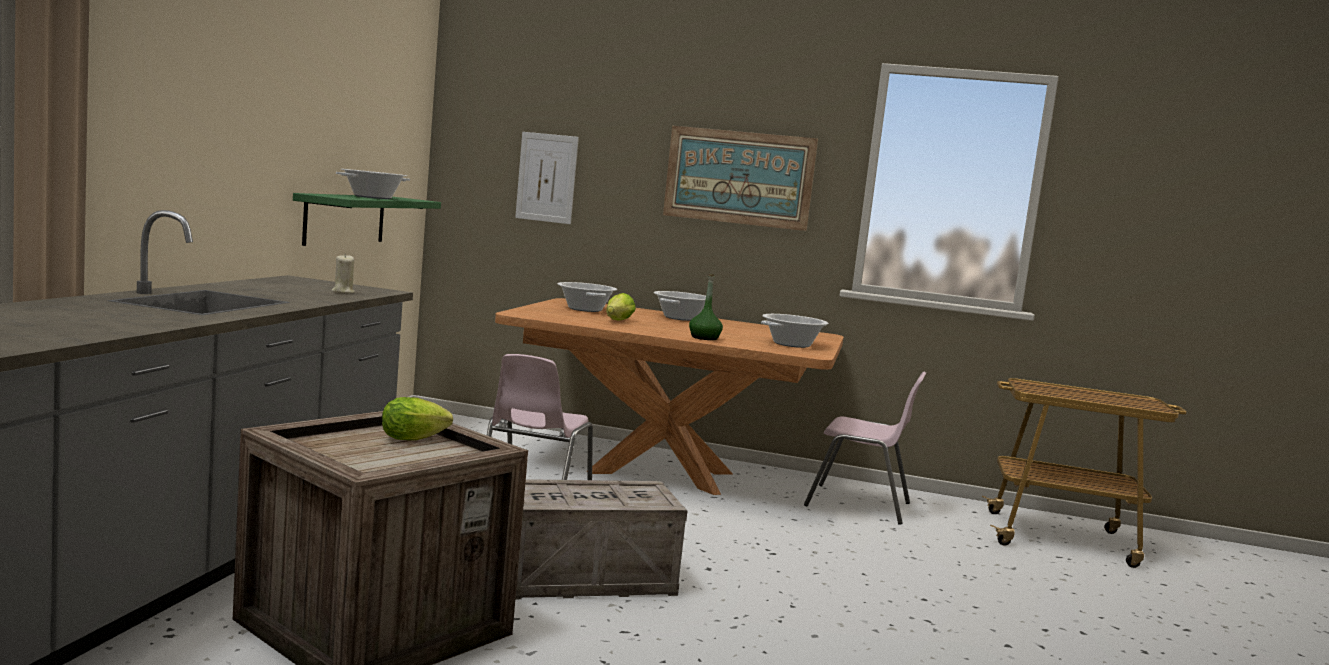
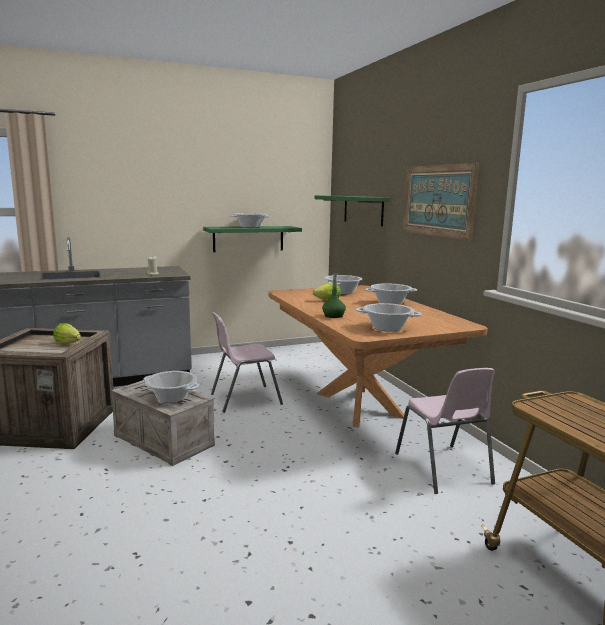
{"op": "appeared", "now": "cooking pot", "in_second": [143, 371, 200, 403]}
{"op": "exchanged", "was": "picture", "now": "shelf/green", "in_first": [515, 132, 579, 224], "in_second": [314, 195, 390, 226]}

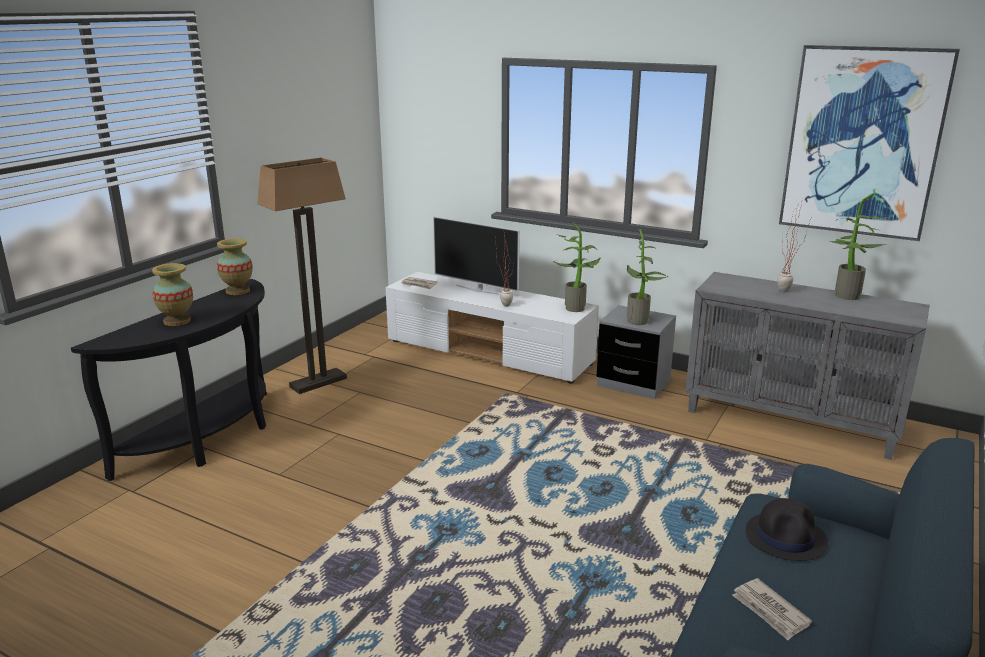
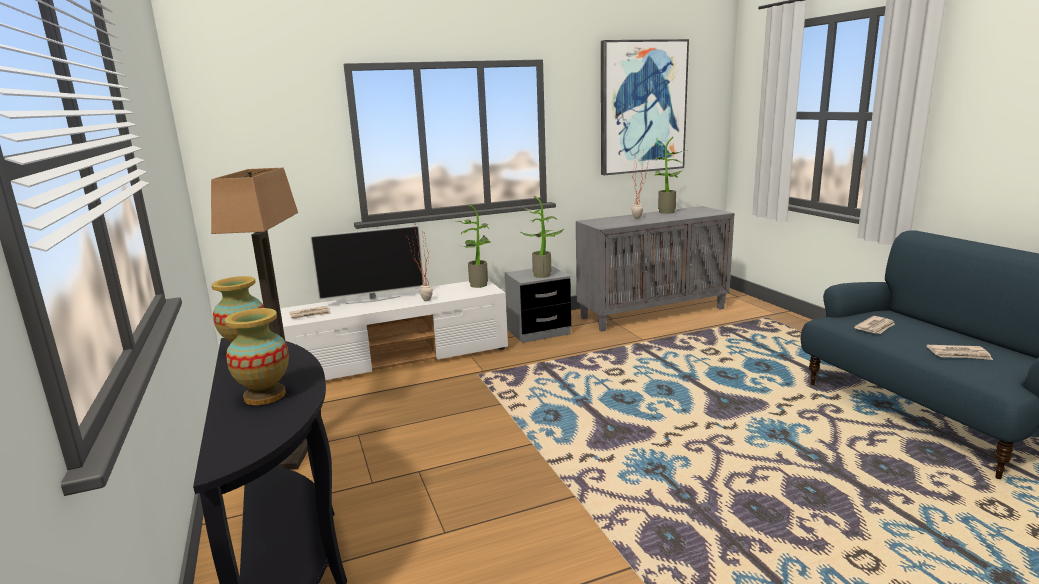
{"op": "exchanged", "was": "hat/black", "now": "newspaper", "in_first": [746, 498, 828, 561], "in_second": [854, 316, 895, 334]}

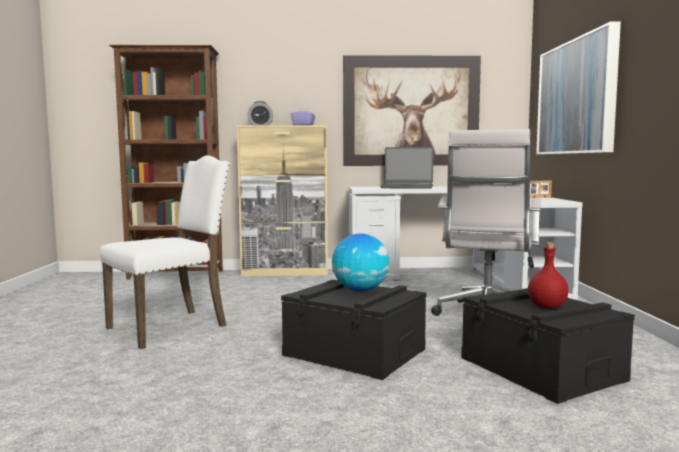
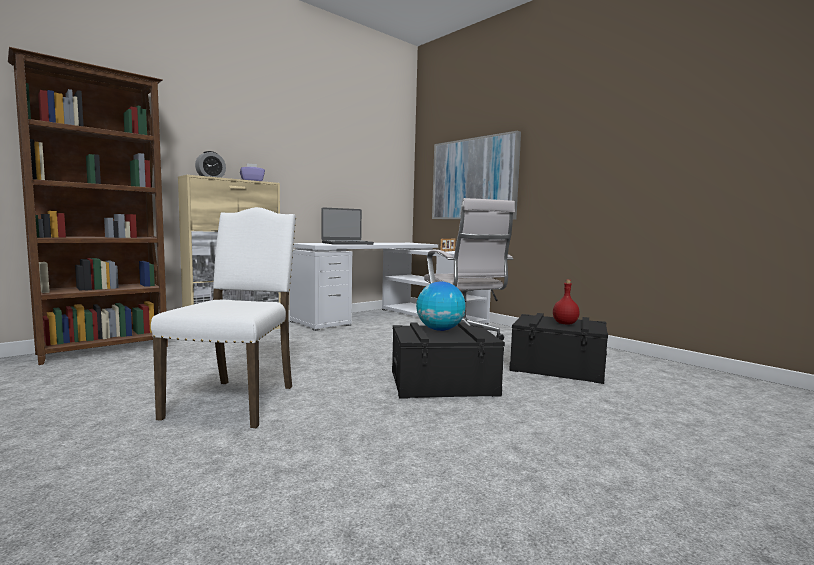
{"op": "missing", "was": "picture", "in_first": [343, 55, 481, 166]}

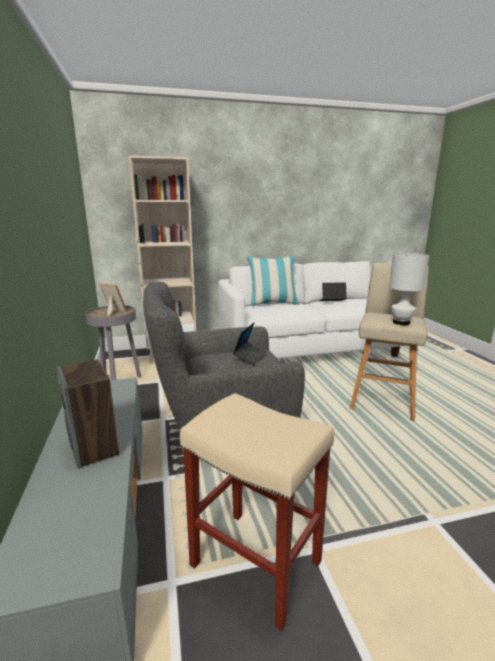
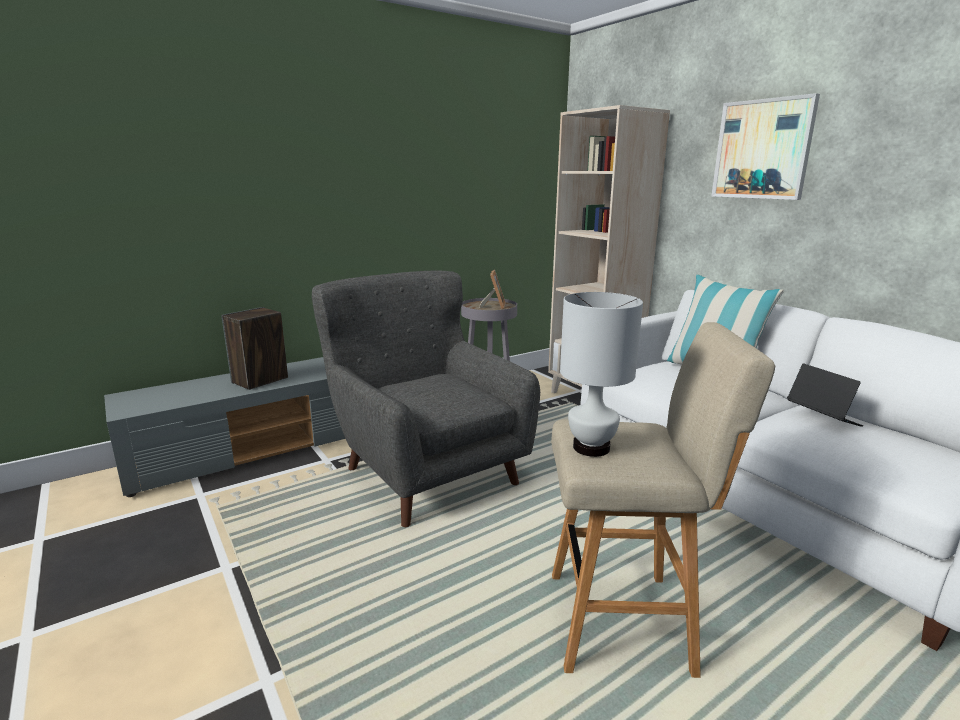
{"op": "appeared", "now": "picture", "in_second": [711, 93, 820, 200]}
{"op": "missing", "was": "stool/beige", "in_first": [180, 393, 334, 631]}
{"op": "missing", "was": "laptop", "in_first": [233, 322, 267, 365]}

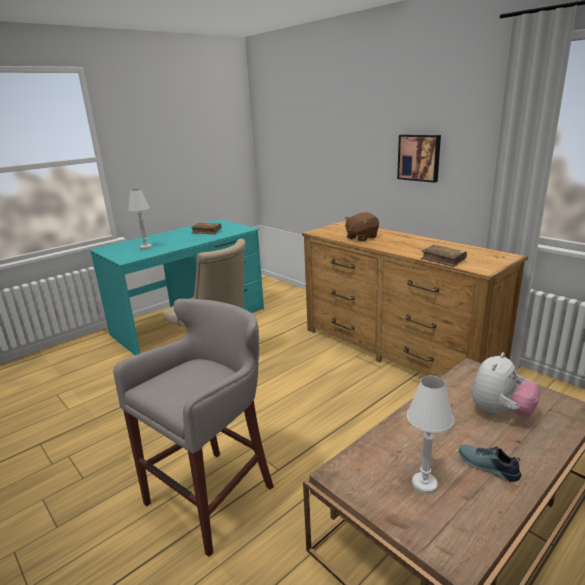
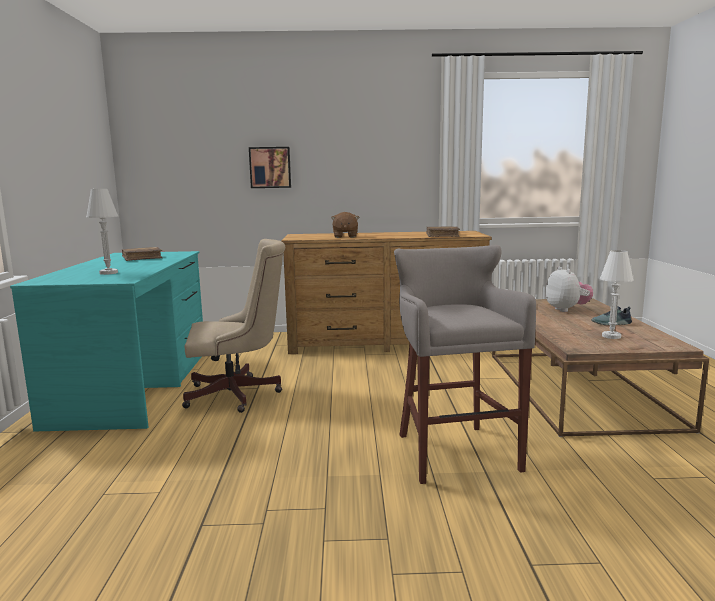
{"op": "relocated", "was": "picture", "in_first": [397, 135, 441, 183], "in_second": [249, 147, 291, 188]}

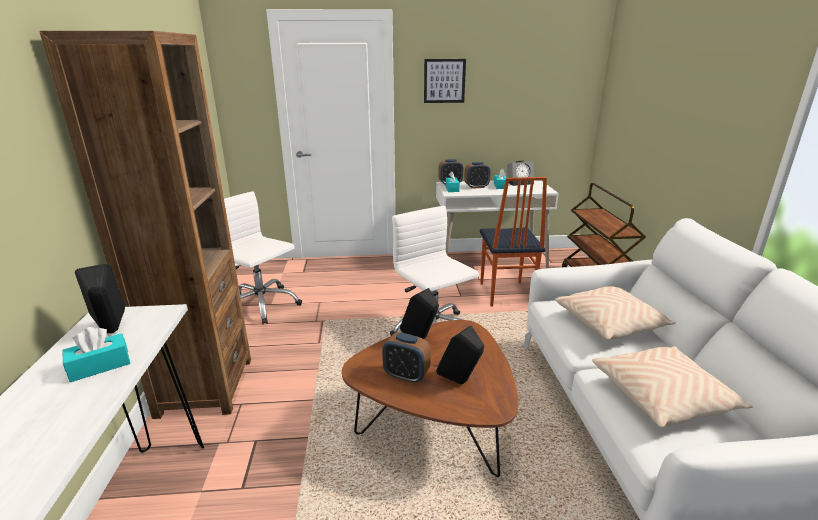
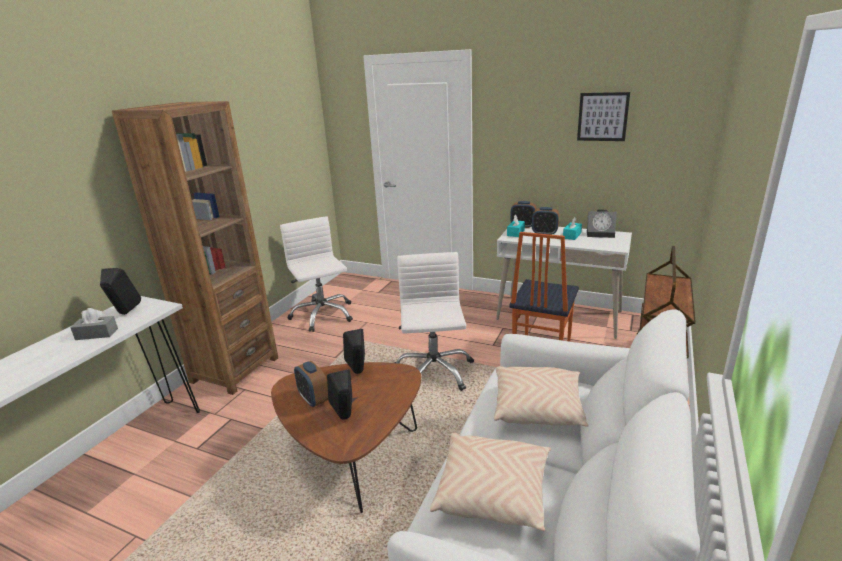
{"op": "colour", "was": "tissue box/turquoise", "now": "tissue box/grey", "in_first": [62, 327, 130, 382], "in_second": [70, 308, 118, 340]}
{"op": "relocated", "was": "picture", "in_first": [424, 59, 466, 103], "in_second": [577, 92, 630, 141]}

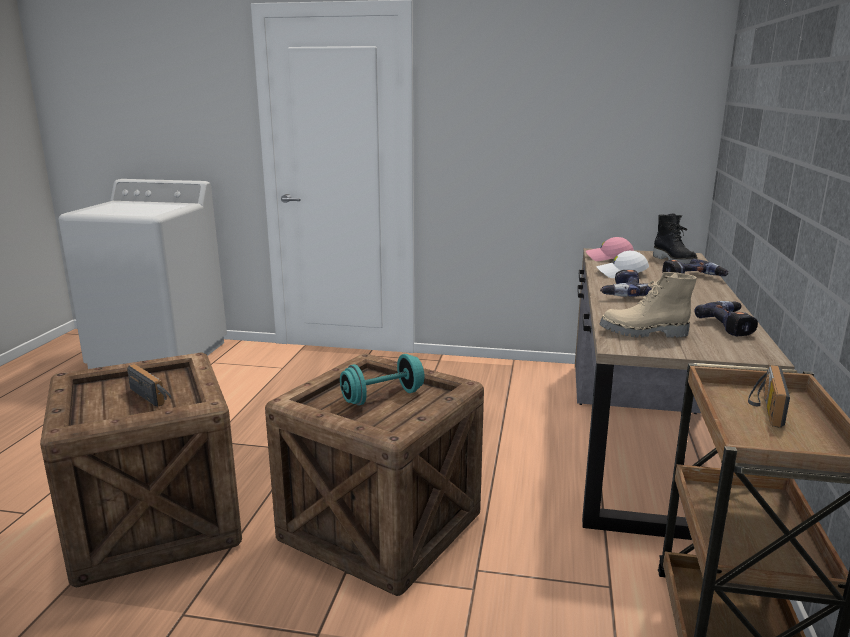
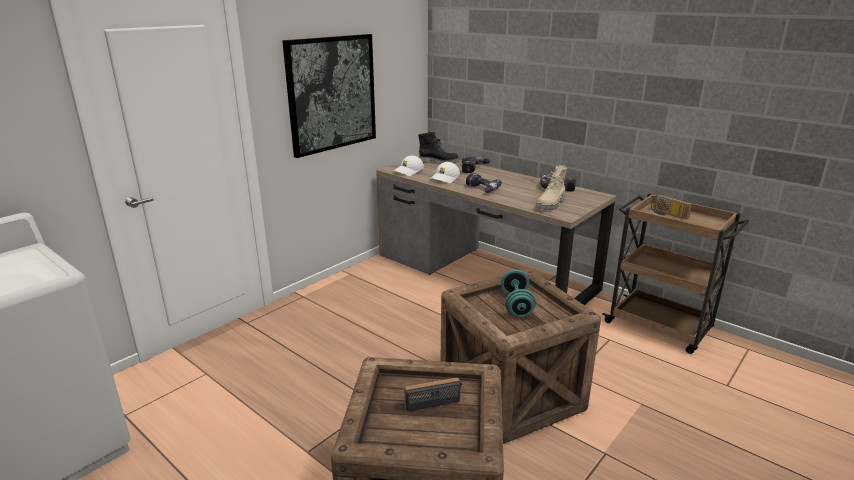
{"op": "appeared", "now": "picture", "in_second": [282, 34, 376, 158]}
{"op": "colour", "was": "cap/pink", "now": "cap/white", "in_first": [586, 237, 634, 261], "in_second": [393, 155, 424, 176]}

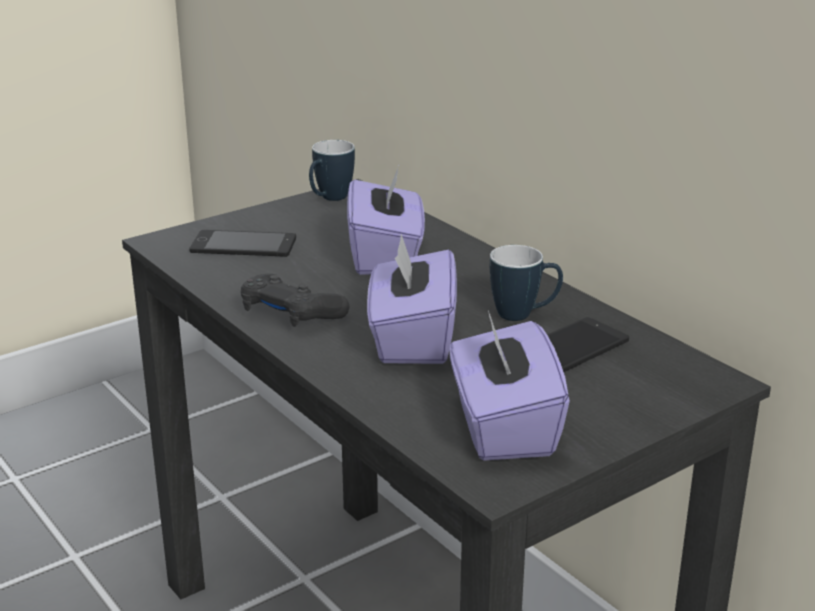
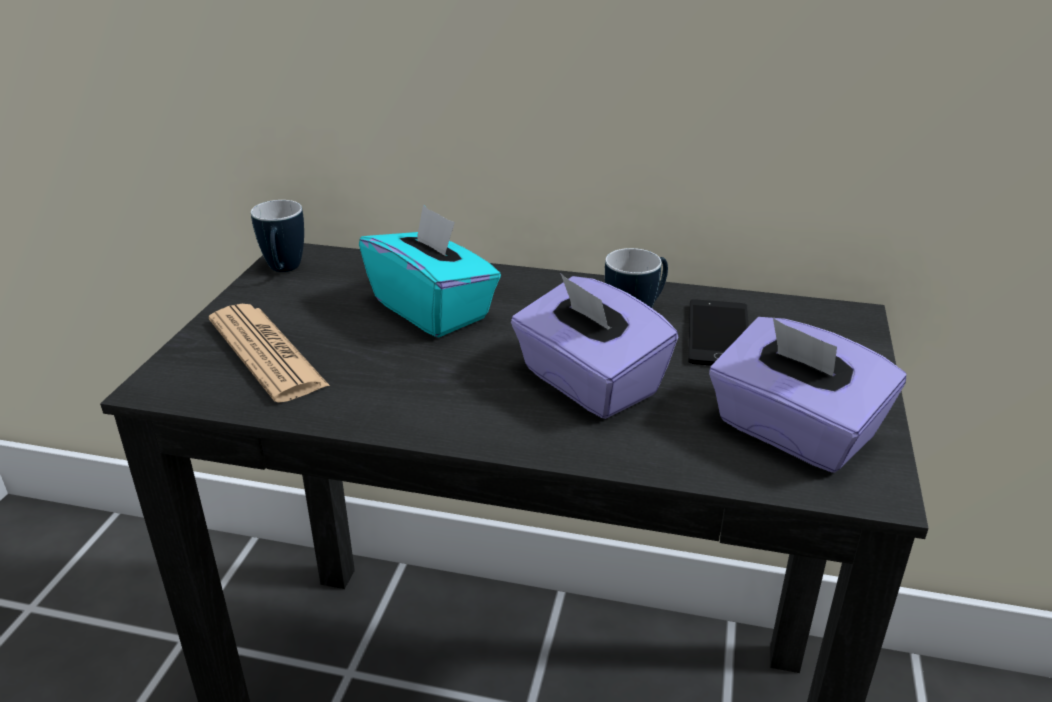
{"op": "exchanged", "was": "phone", "now": "newspaper", "in_first": [189, 230, 296, 257], "in_second": [209, 304, 330, 403]}
{"op": "colour", "was": "tissue box/purple", "now": "tissue box/turquoise", "in_first": [347, 166, 425, 275], "in_second": [359, 204, 501, 337]}
{"op": "missing", "was": "game controller/black", "in_first": [241, 273, 350, 327]}

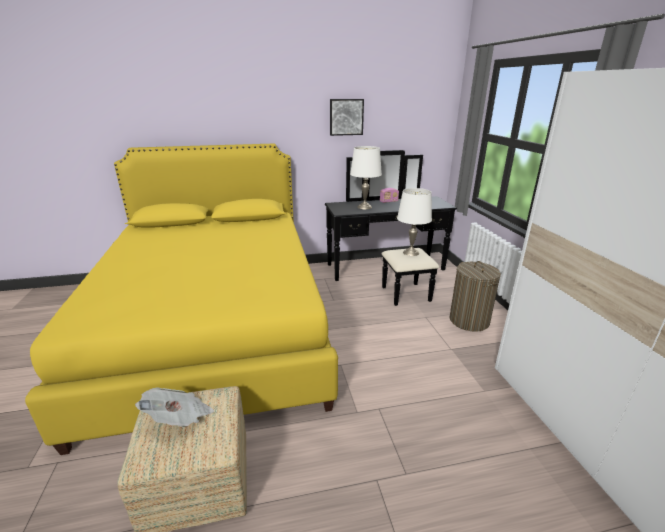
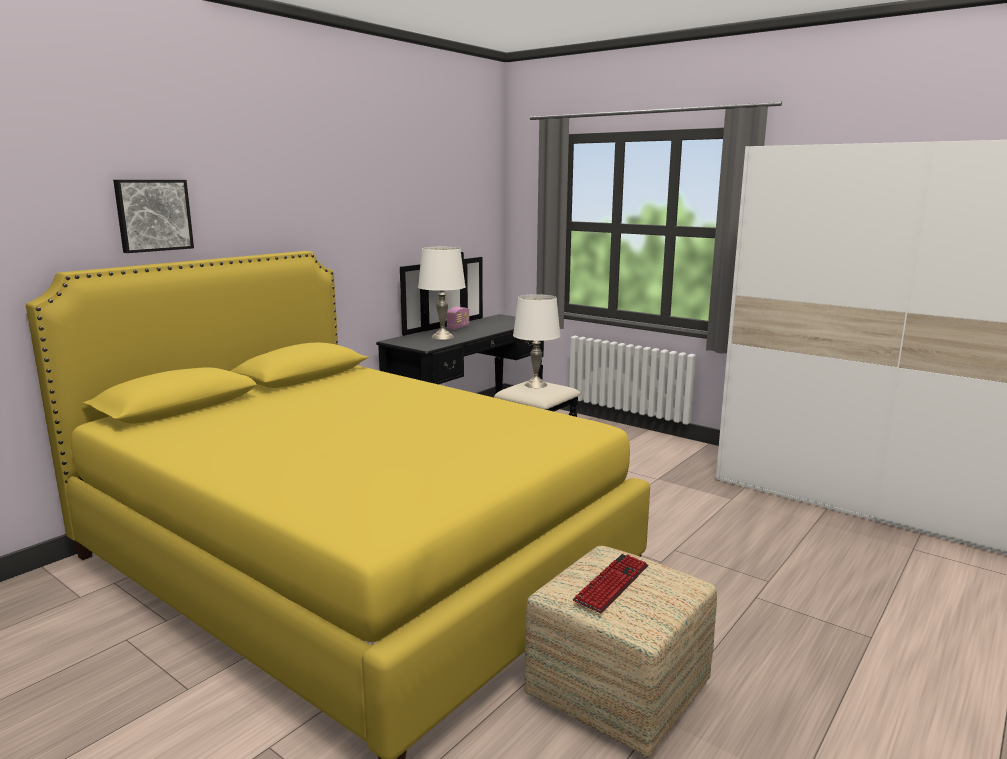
{"op": "relocated", "was": "picture", "in_first": [330, 99, 364, 136], "in_second": [113, 180, 194, 253]}
{"op": "exchanged", "was": "newspaper", "now": "keyboard", "in_first": [135, 388, 214, 427], "in_second": [573, 554, 648, 614]}
{"op": "missing", "was": "laundry basket", "in_first": [449, 261, 501, 332]}

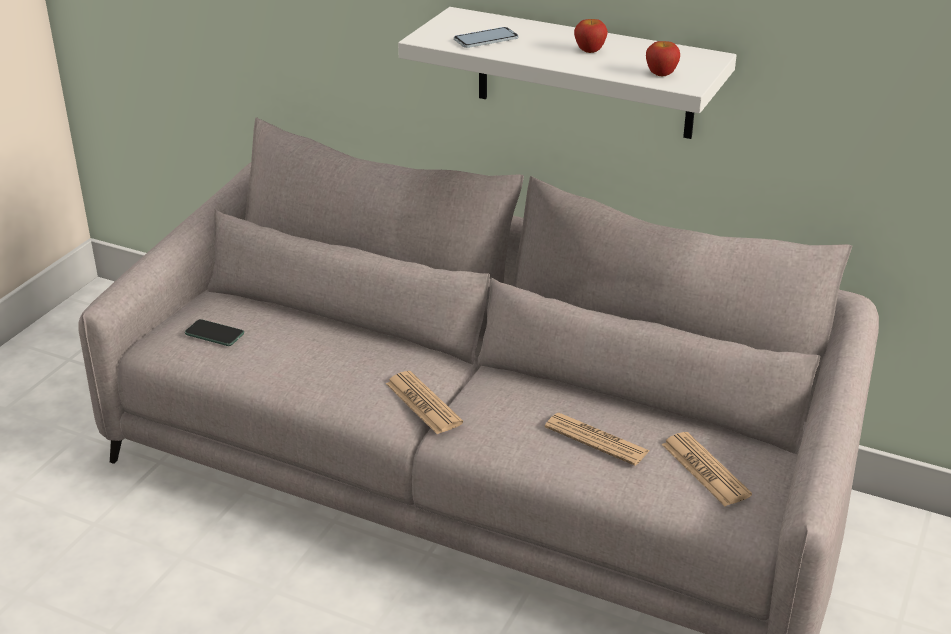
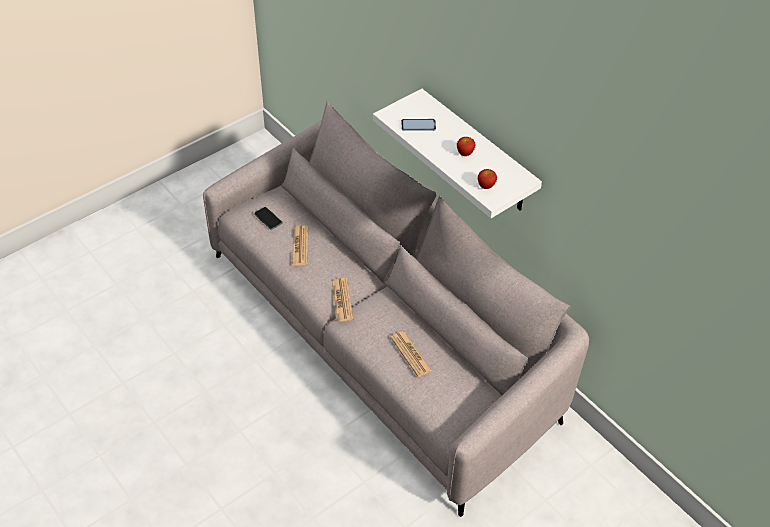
{"op": "relocated", "was": "newspaper", "in_first": [662, 432, 752, 506], "in_second": [292, 225, 308, 266]}

